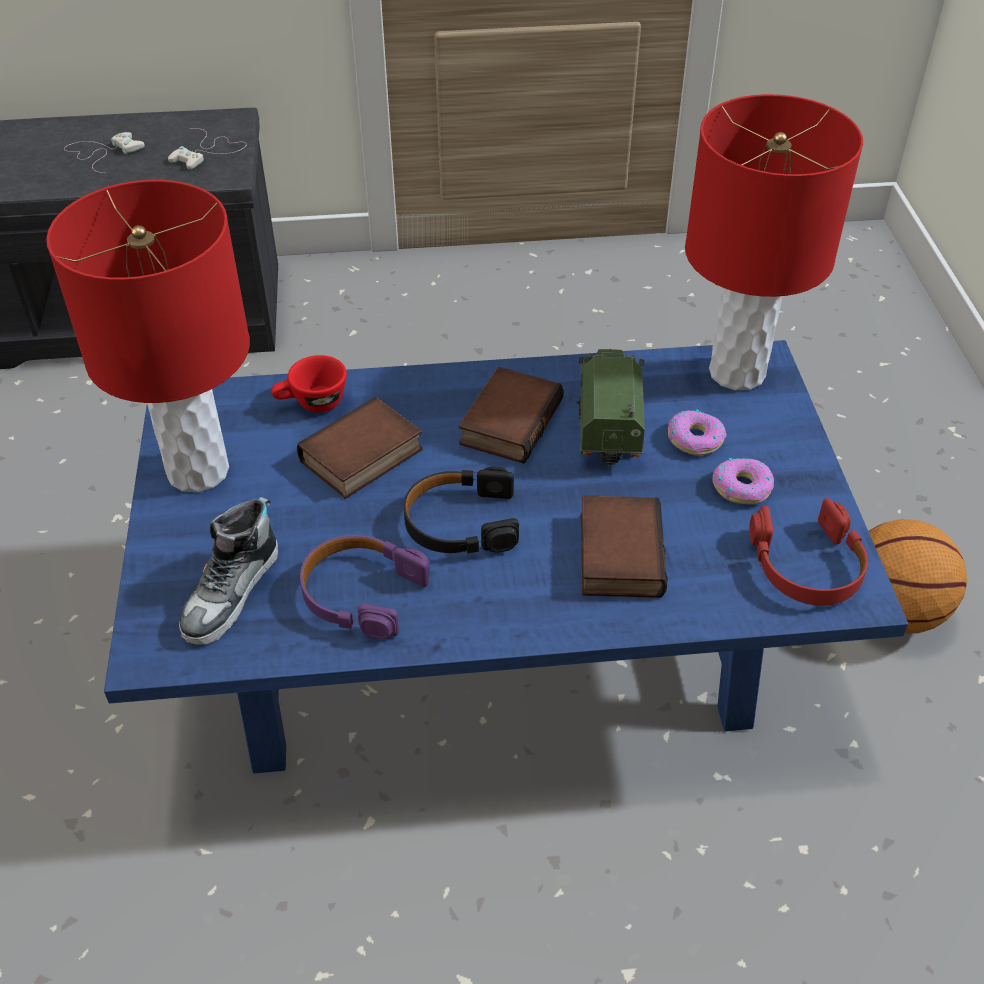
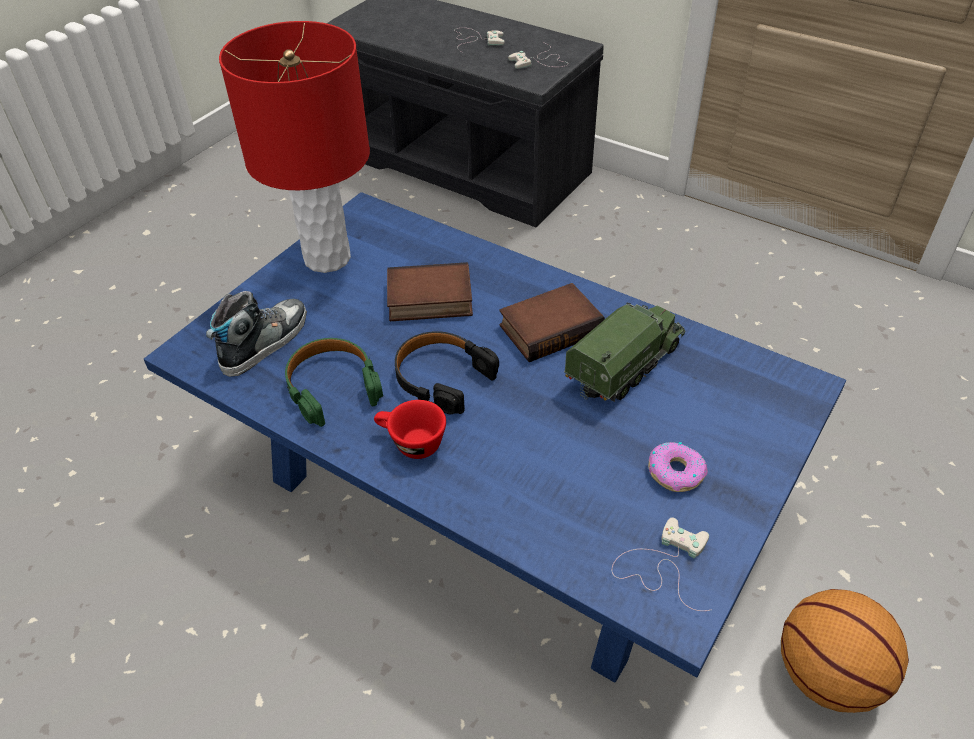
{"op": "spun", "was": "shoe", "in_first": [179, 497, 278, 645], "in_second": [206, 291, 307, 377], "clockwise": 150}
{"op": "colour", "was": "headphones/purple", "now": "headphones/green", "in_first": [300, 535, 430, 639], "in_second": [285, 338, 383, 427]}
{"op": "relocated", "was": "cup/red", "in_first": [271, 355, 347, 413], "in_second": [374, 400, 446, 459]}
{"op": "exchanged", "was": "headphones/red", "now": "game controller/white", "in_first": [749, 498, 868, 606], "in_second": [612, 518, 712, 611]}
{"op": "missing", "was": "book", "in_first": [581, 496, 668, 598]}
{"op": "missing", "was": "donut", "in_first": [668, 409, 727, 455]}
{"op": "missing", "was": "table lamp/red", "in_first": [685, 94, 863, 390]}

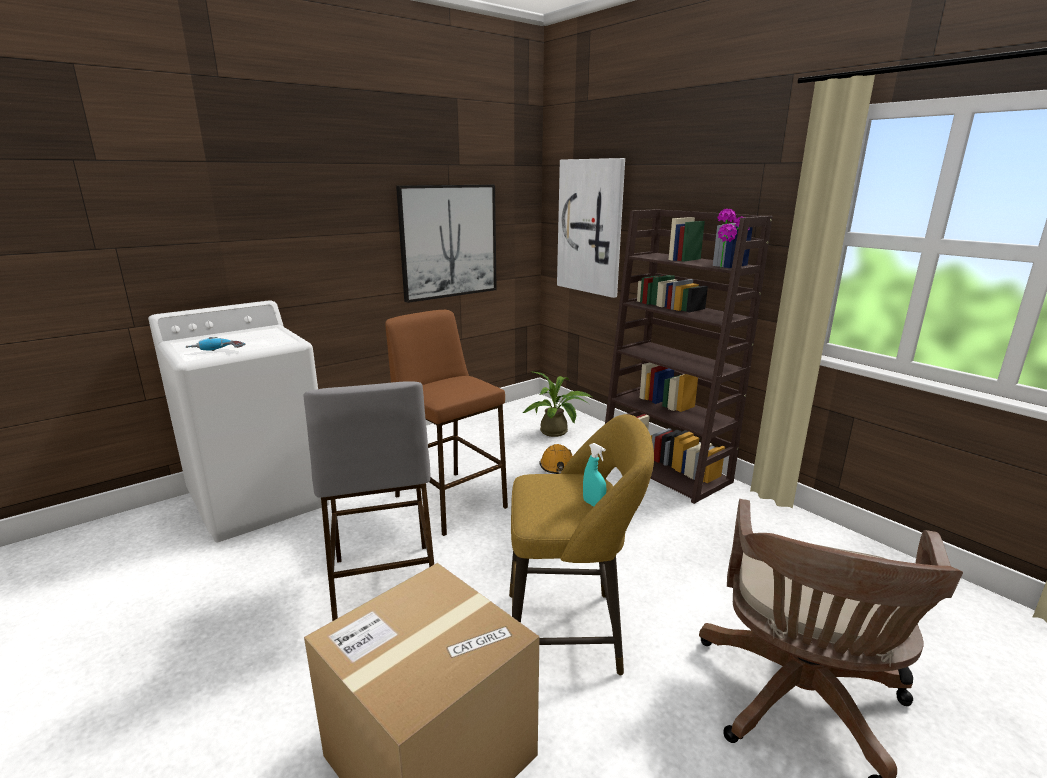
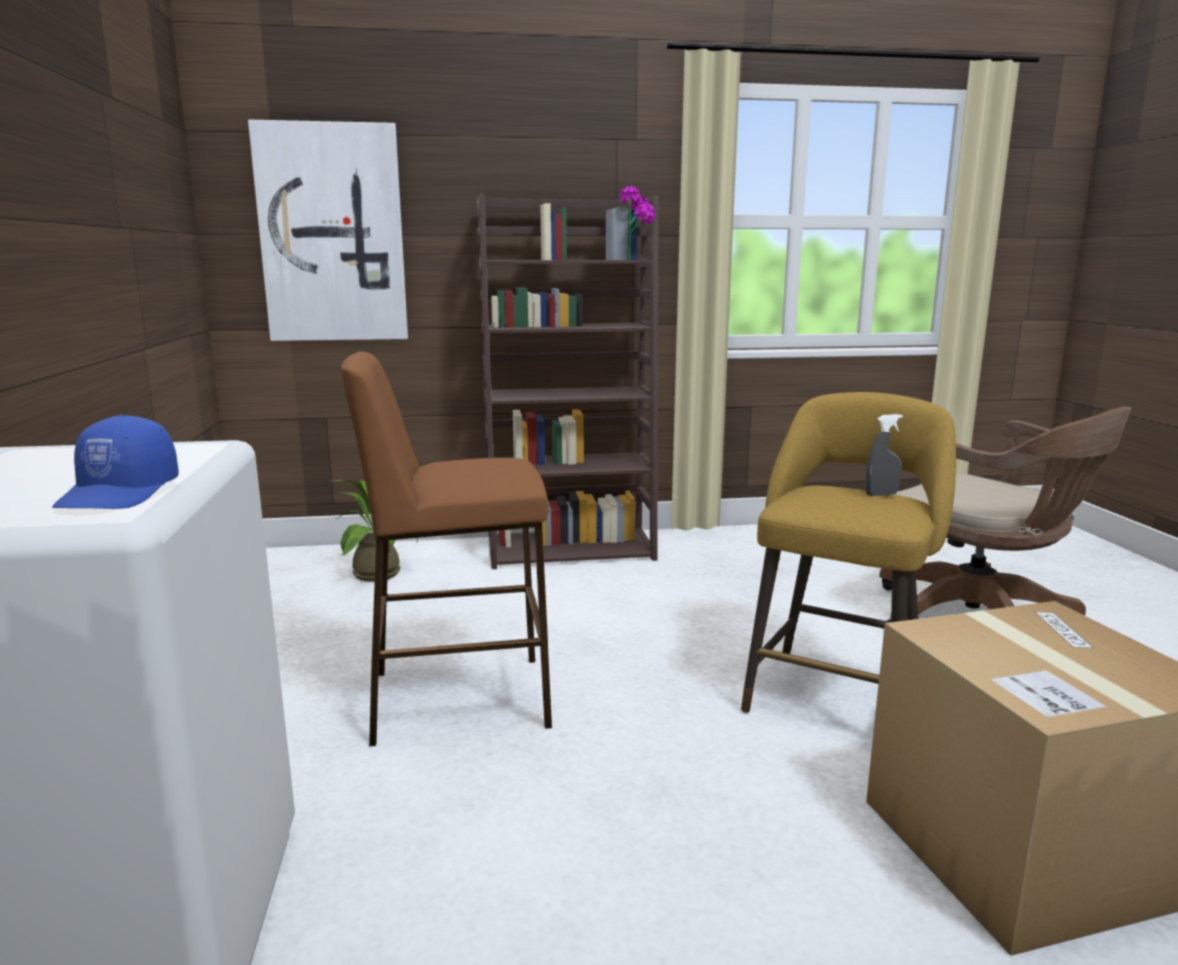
{"op": "exchanged", "was": "power drill", "now": "cap/blue", "in_first": [186, 337, 246, 351], "in_second": [52, 415, 179, 509]}
{"op": "colour", "was": "spray bottle/turquoise", "now": "spray bottle/grey", "in_first": [583, 443, 606, 506], "in_second": [865, 414, 903, 496]}
{"op": "missing", "was": "stool/grey", "in_first": [304, 381, 434, 621]}
{"op": "missing", "was": "picture", "in_first": [396, 185, 497, 303]}
{"op": "missing", "was": "hard hat/orange", "in_first": [539, 444, 572, 474]}

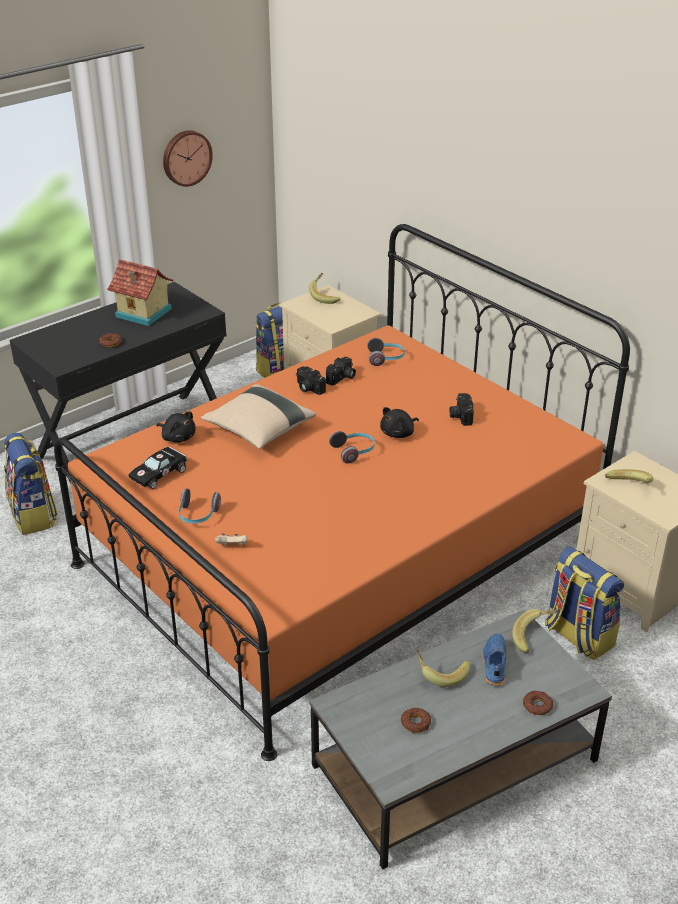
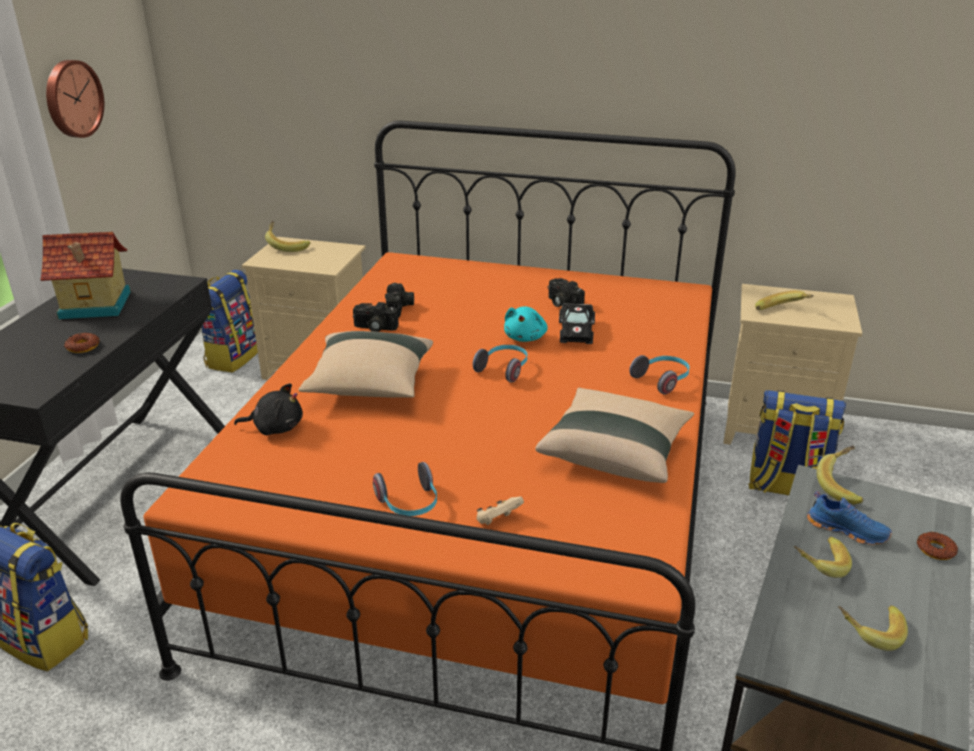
{"op": "colour", "was": "plush toy/black", "now": "plush toy/turquoise", "in_first": [380, 407, 419, 438], "in_second": [504, 307, 548, 342]}
{"op": "appeared", "now": "pillow/beige", "in_second": [535, 388, 694, 483]}
{"op": "relocated", "was": "toy car/black", "in_first": [129, 447, 187, 489], "in_second": [559, 303, 595, 344]}
{"op": "relocated", "was": "headphones", "in_first": [367, 338, 405, 366], "in_second": [630, 355, 690, 394]}
{"op": "spun", "was": "shoe/blue", "in_first": [482, 633, 506, 686], "in_second": [807, 491, 892, 545], "clockwise": 150}
{"op": "exchanged", "was": "donut", "now": "banana", "in_first": [401, 708, 431, 733], "in_second": [838, 605, 908, 651]}

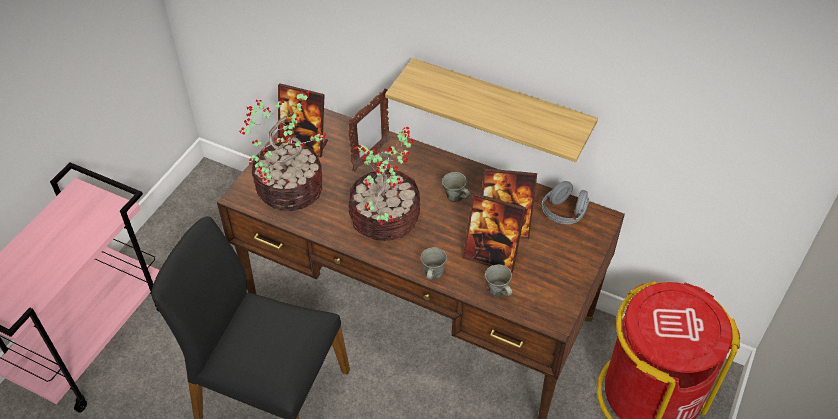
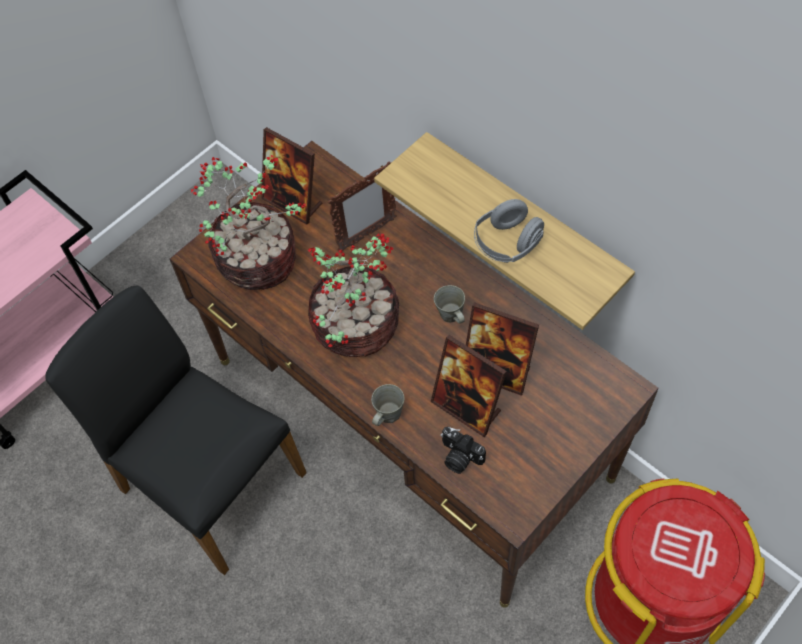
{"op": "exchanged", "was": "mug/grey", "now": "photo camera", "in_first": [485, 265, 512, 297], "in_second": [441, 427, 486, 474]}
{"op": "relocated", "was": "headphones/grey", "in_first": [542, 181, 589, 224], "in_second": [474, 199, 544, 263]}

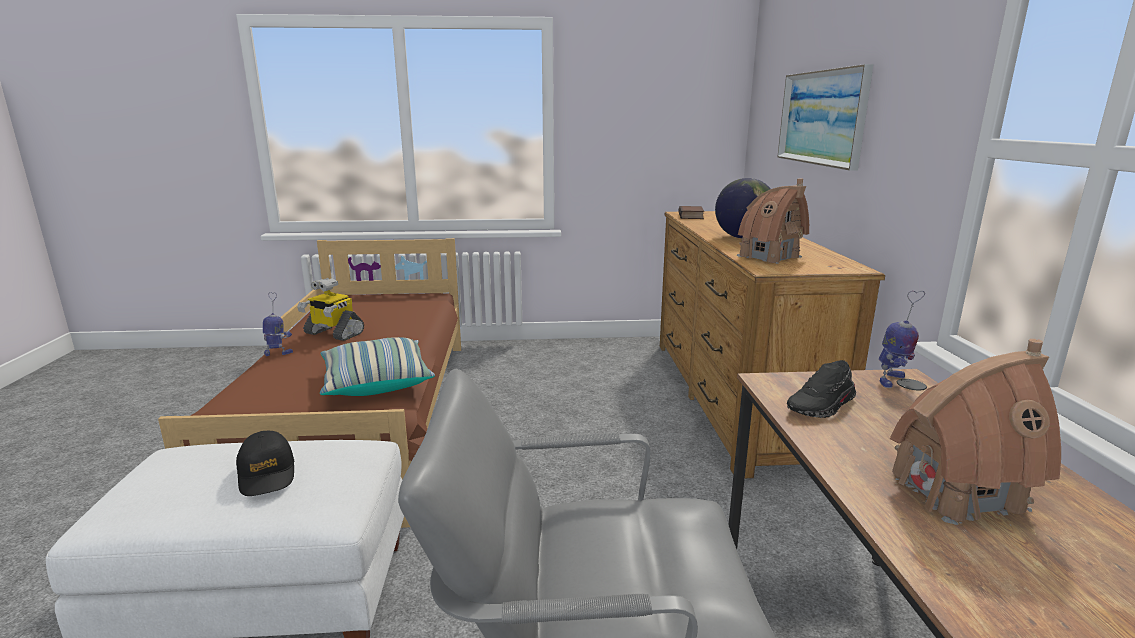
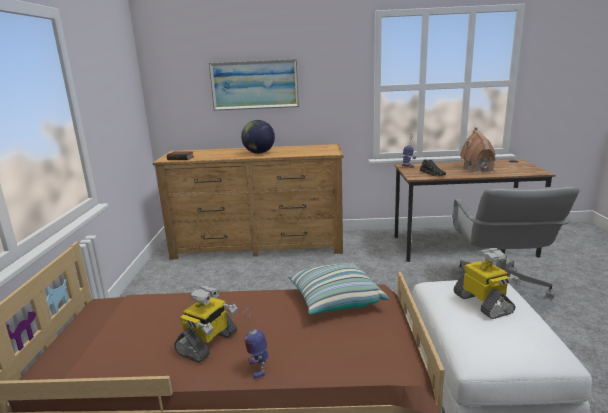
{"op": "exchanged", "was": "cap/black", "now": "toy robot", "in_first": [236, 431, 294, 496], "in_second": [453, 248, 521, 319]}
{"op": "missing", "was": "toy house", "in_first": [737, 178, 809, 264]}

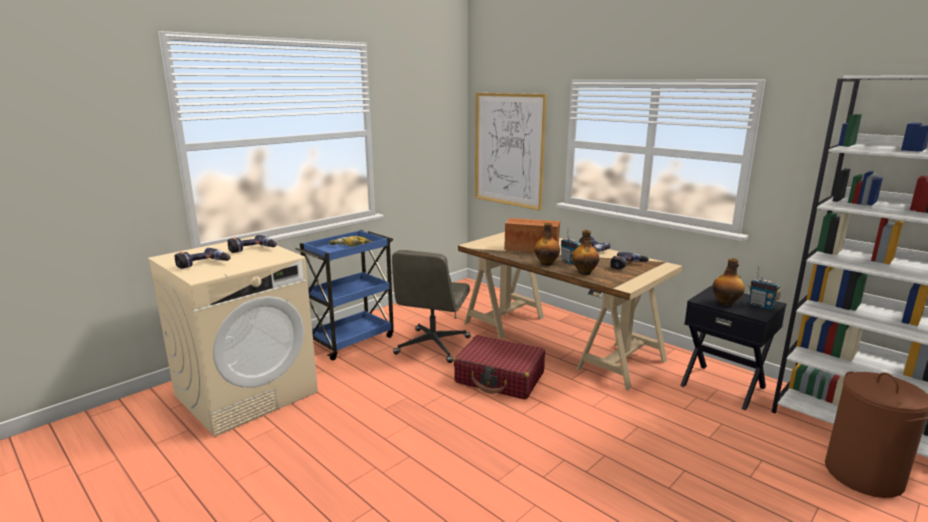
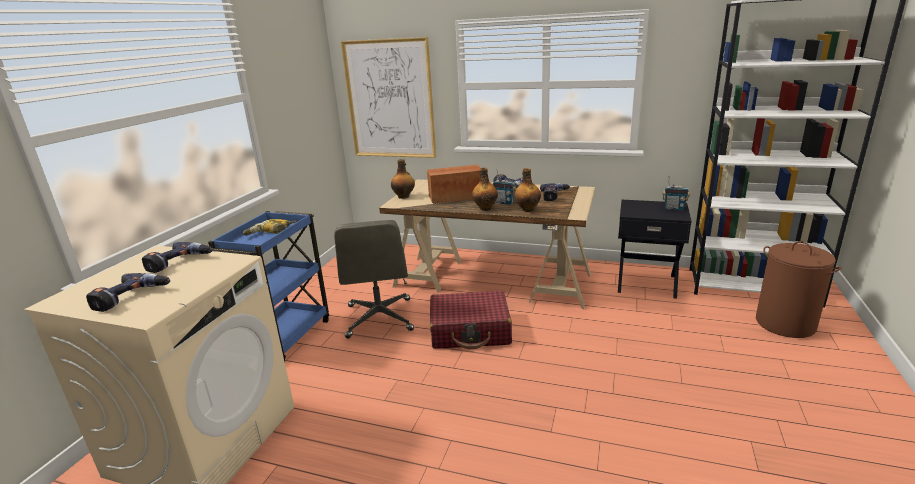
{"op": "relocated", "was": "bottle", "in_first": [712, 258, 745, 306], "in_second": [391, 159, 415, 199]}

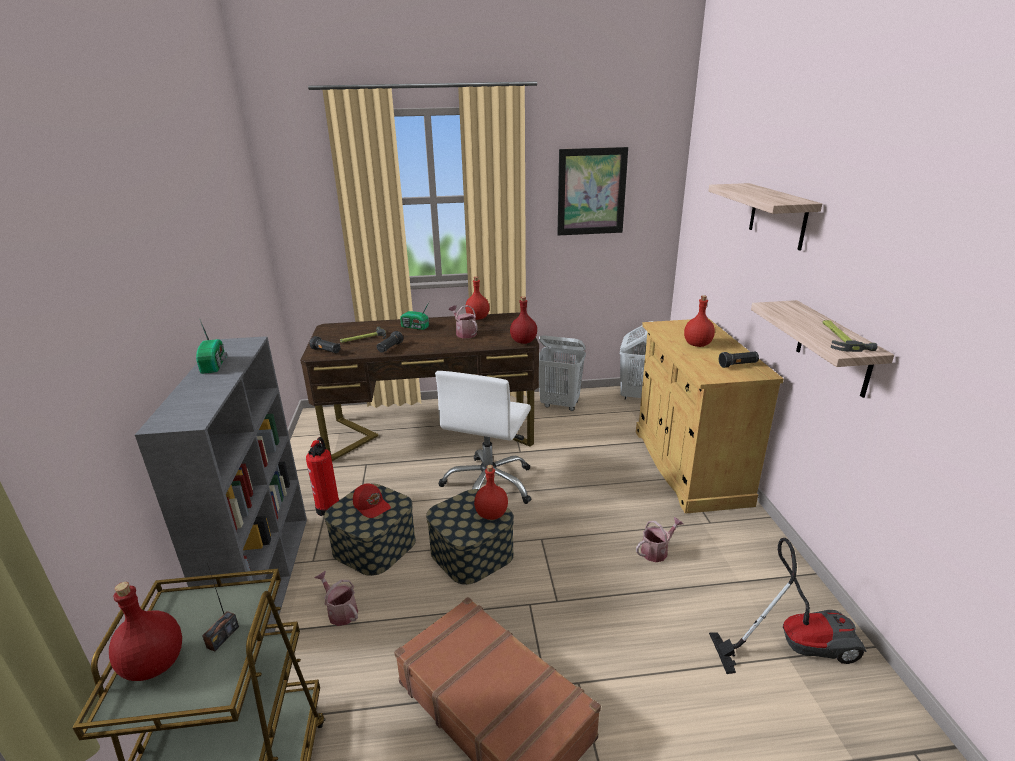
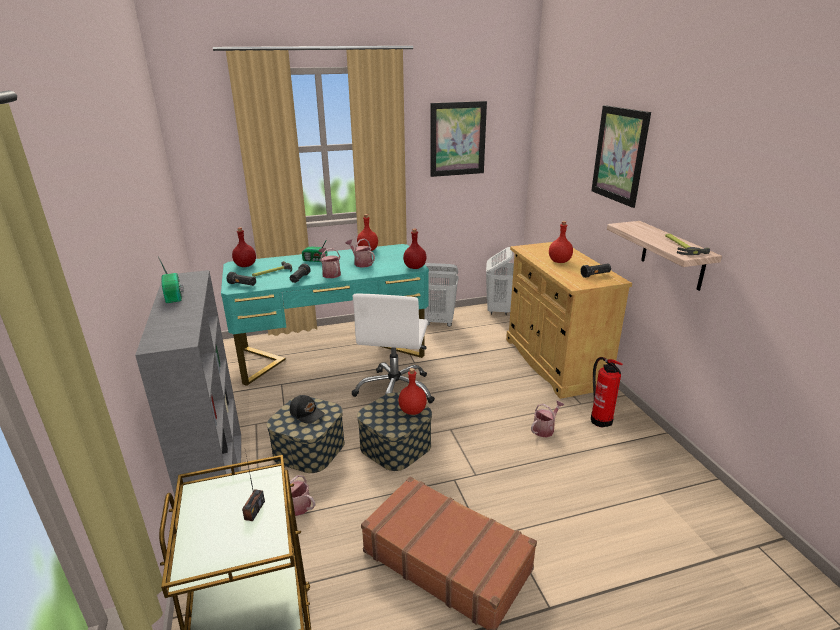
{"op": "colour", "was": "desk/brown", "now": "desk/turquoise", "in_first": [300, 312, 539, 461], "in_second": [221, 244, 429, 386]}
{"op": "relocated", "was": "bottle/red", "in_first": [109, 582, 182, 681], "in_second": [232, 227, 256, 267]}
{"op": "colour", "was": "cap/red", "now": "cap/black", "in_first": [353, 483, 391, 518], "in_second": [290, 395, 325, 424]}
{"op": "appeared", "now": "watering can", "in_second": [318, 248, 341, 278]}
{"op": "exchanged", "was": "shelf", "now": "picture", "in_first": [708, 183, 822, 251], "in_second": [591, 105, 651, 208]}
{"op": "relocated", "was": "fire extinguisher", "in_first": [306, 437, 339, 516], "in_second": [591, 357, 623, 428]}
{"op": "missing", "was": "vacuum cleaner", "in_first": [709, 538, 867, 674]}

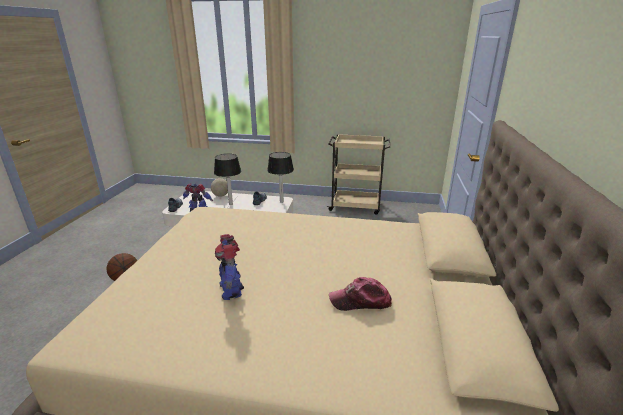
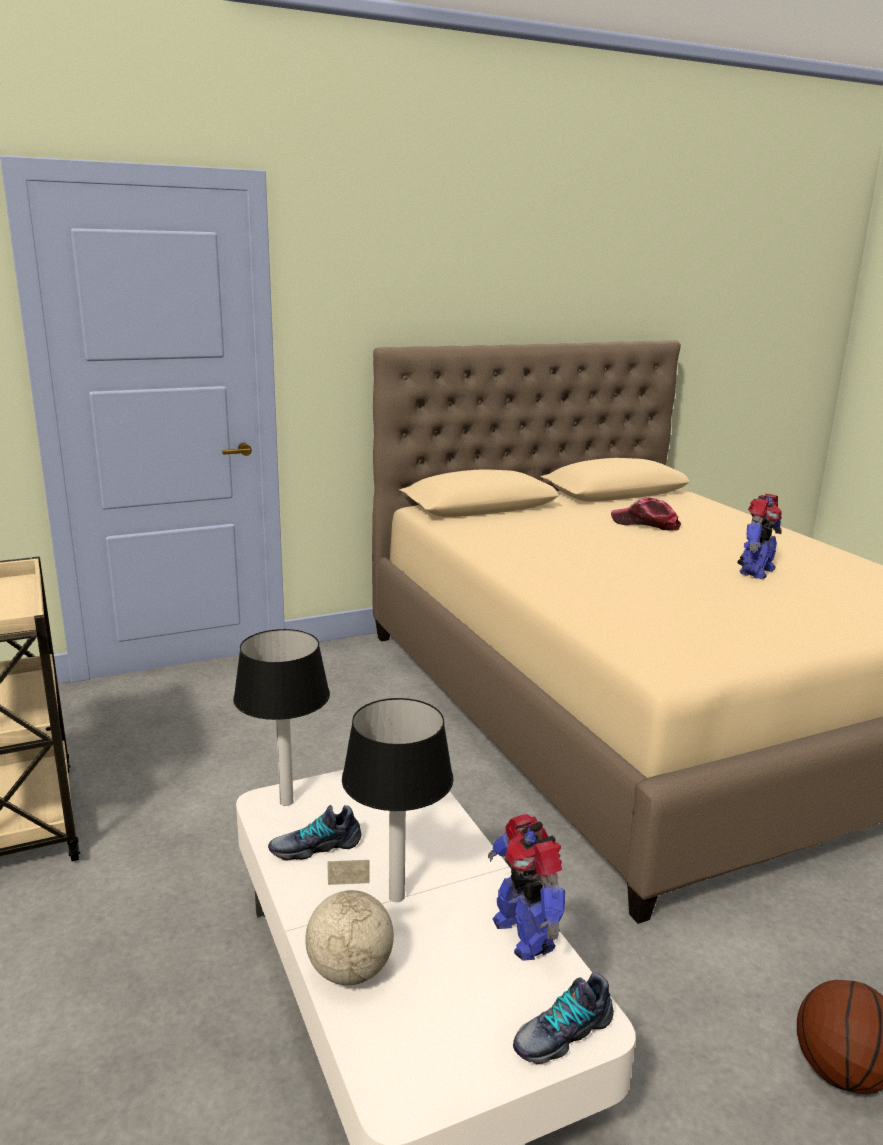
{"op": "spun", "was": "cap", "in_first": [329, 277, 392, 311], "in_second": [611, 498, 681, 531], "clockwise": 150}

